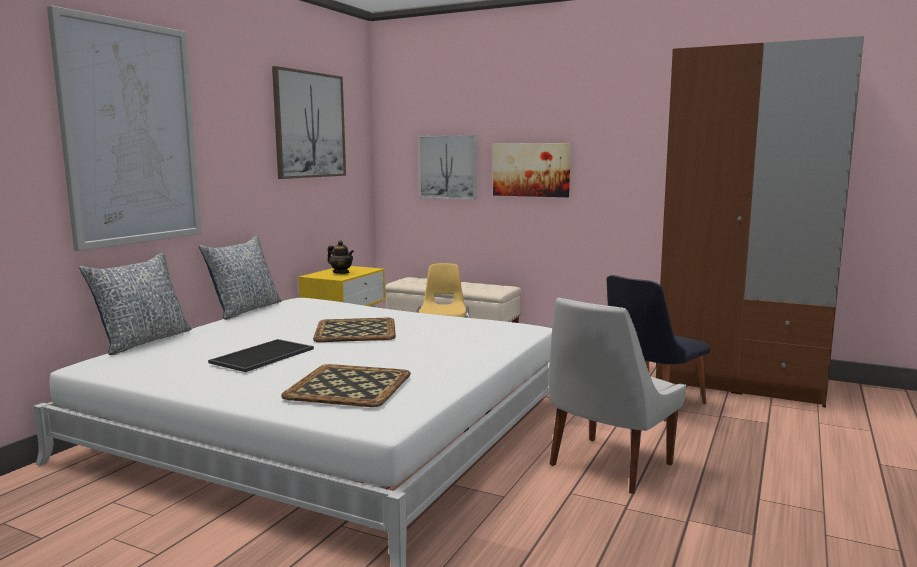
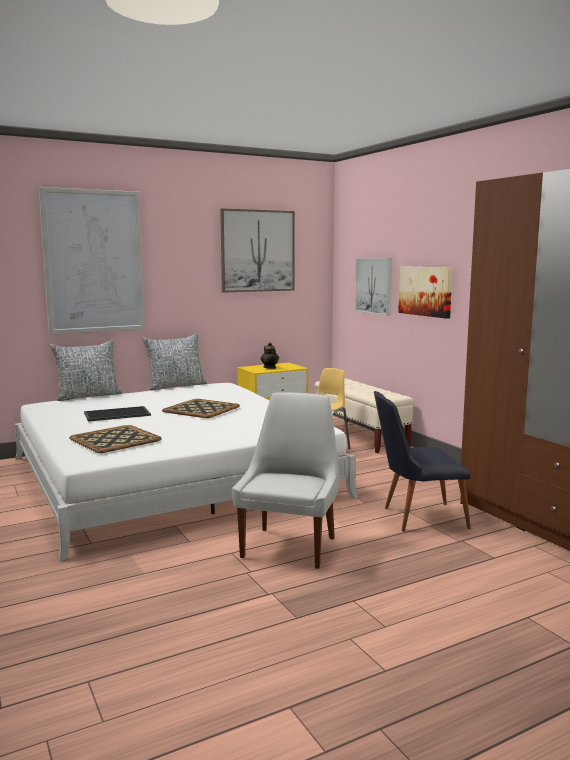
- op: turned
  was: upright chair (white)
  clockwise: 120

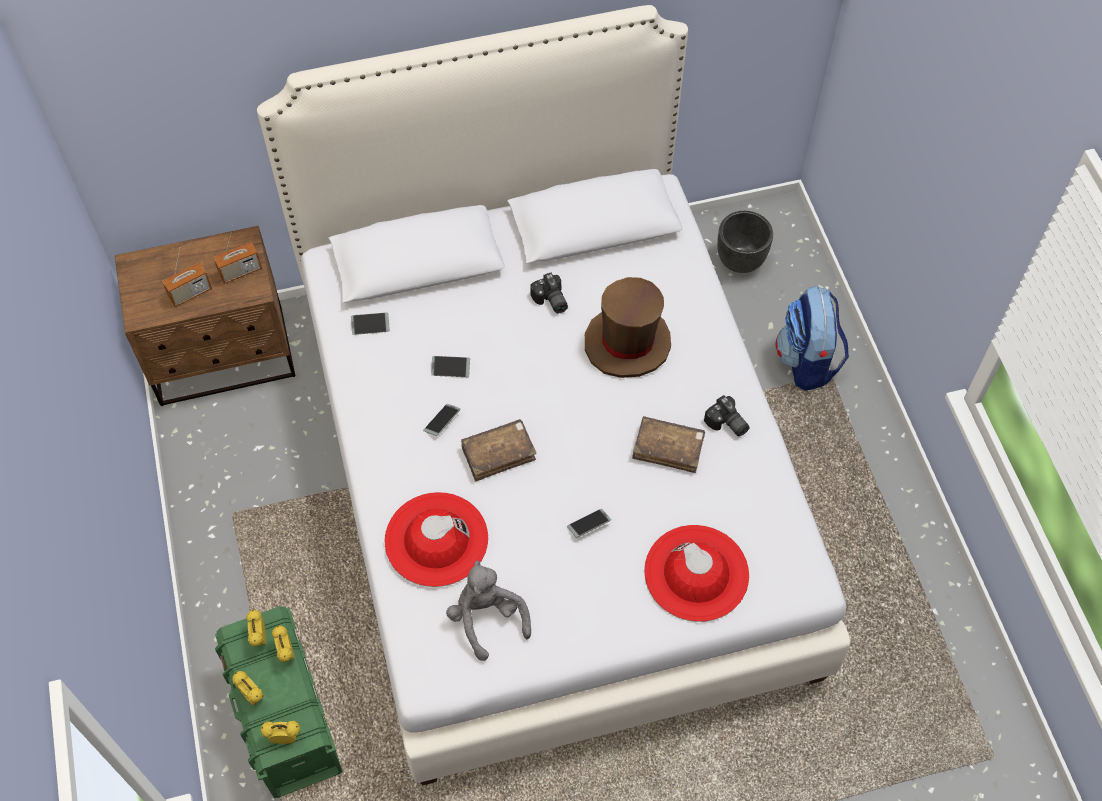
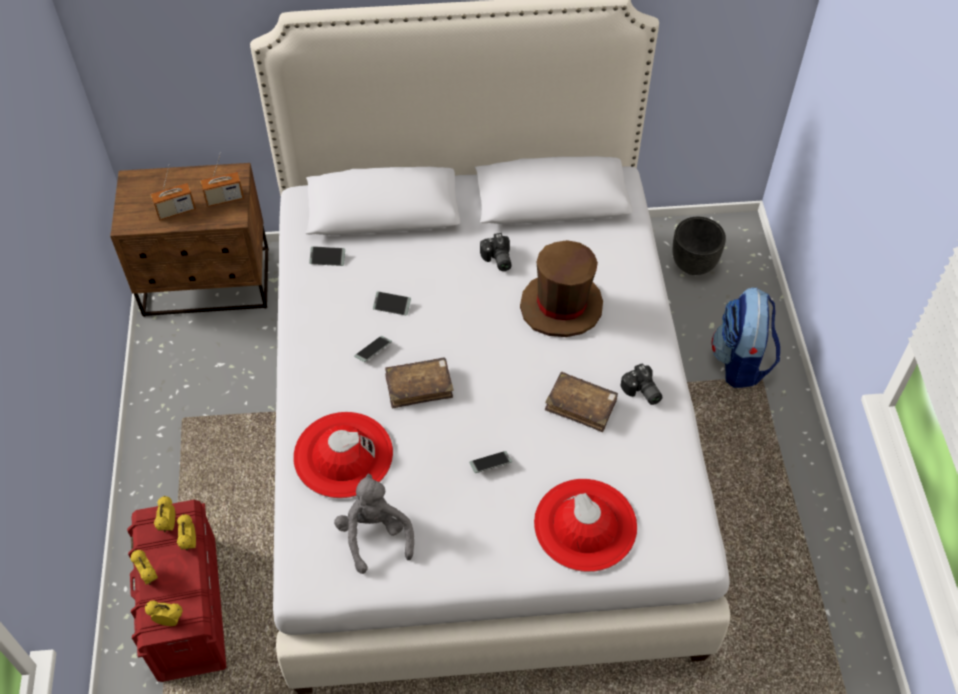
- op: recoloured
  was: storage container (greenish)
  now: storage container (red)

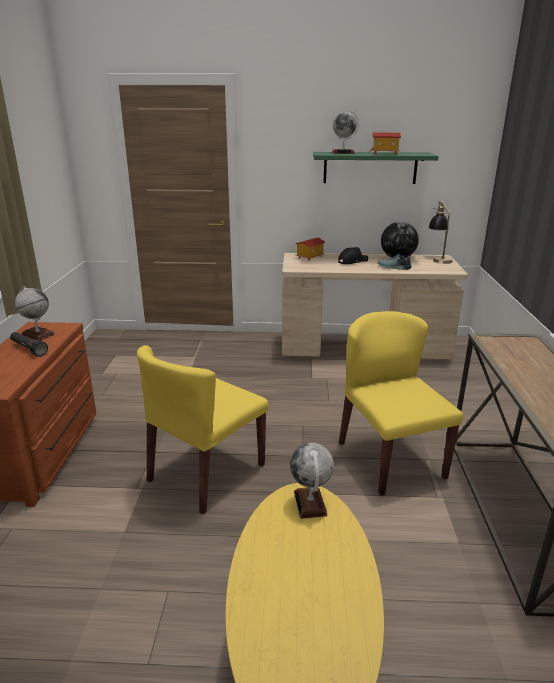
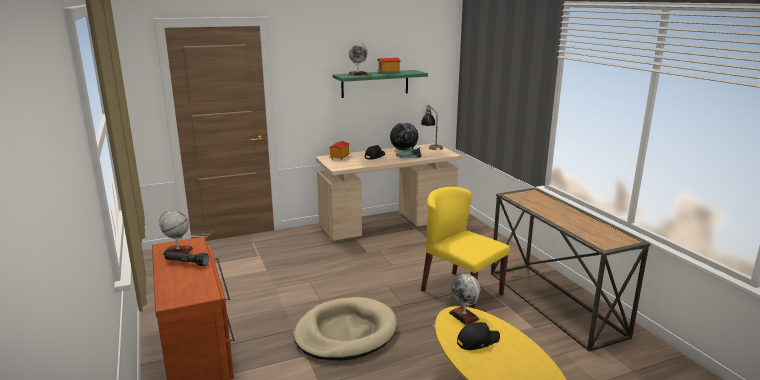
- op: added
  now: cap (black-coloured) (2nd from left)
- op: replaced
  was: upright chair (yellowish) (1st from left)
  now: pet bed (beige)

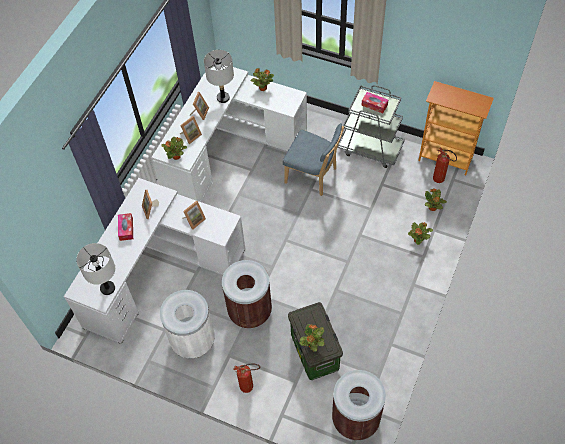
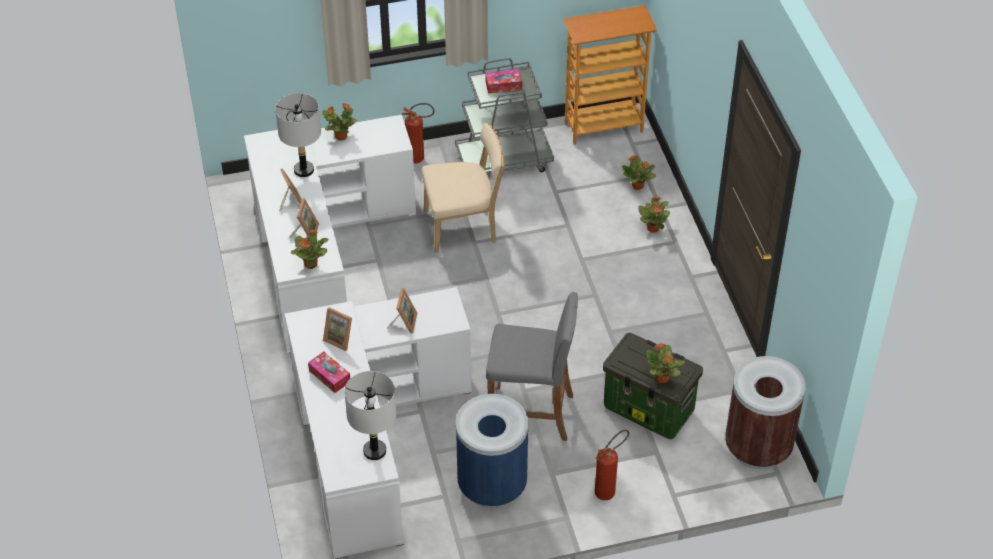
- op: moved
  was: fire extinguisher (2nd from left in the first image)
  now: fire extinguisher (1st from left)
- op: replaced
  was: waste bin (brownish) (1st from left)
  now: stool seat (greyish)
- op: recoloured
  was: waste bin (white)
  now: waste bin (bluish)
- op: recoloured
  was: upright chair (bluish)
  now: upright chair (beige)

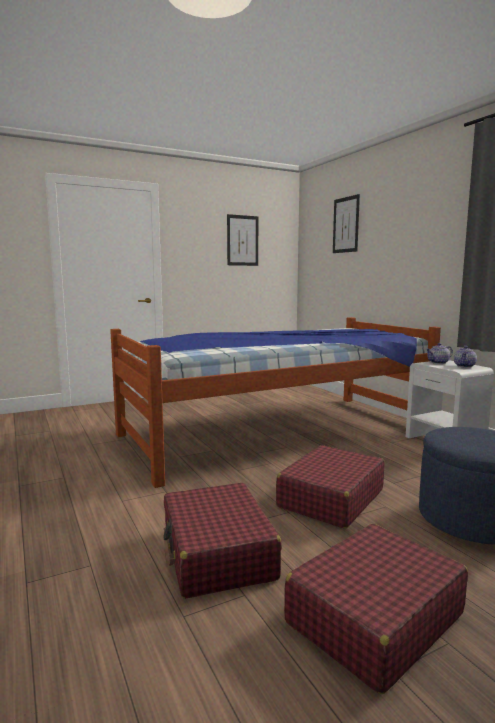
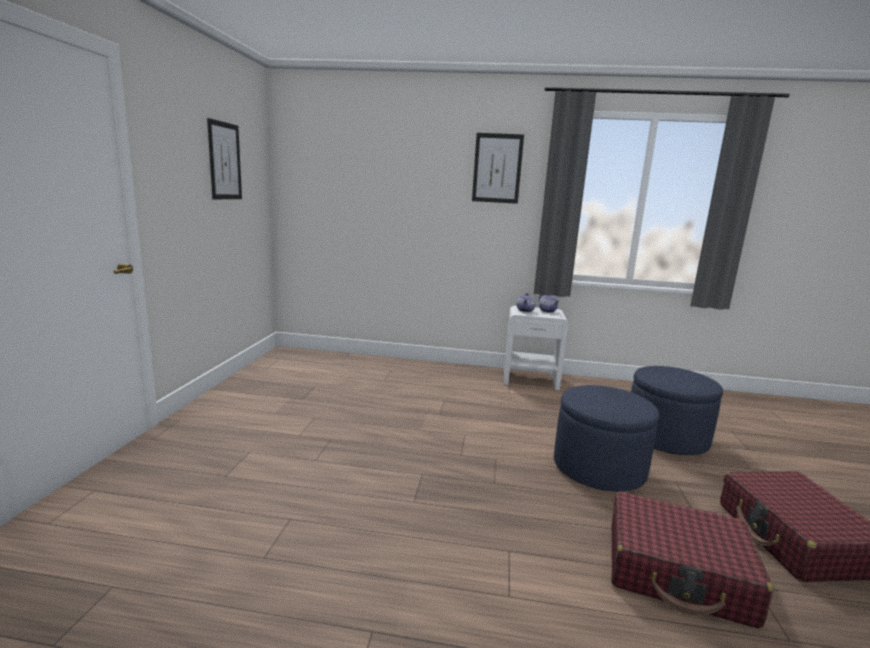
- op: removed
  was: bedroom bed
- op: moved
  was: wall art (2nd from left)
- op: replaced
  was: suitcase (red) (2nd from left)
  now: footrest (bluish) (1st from left)

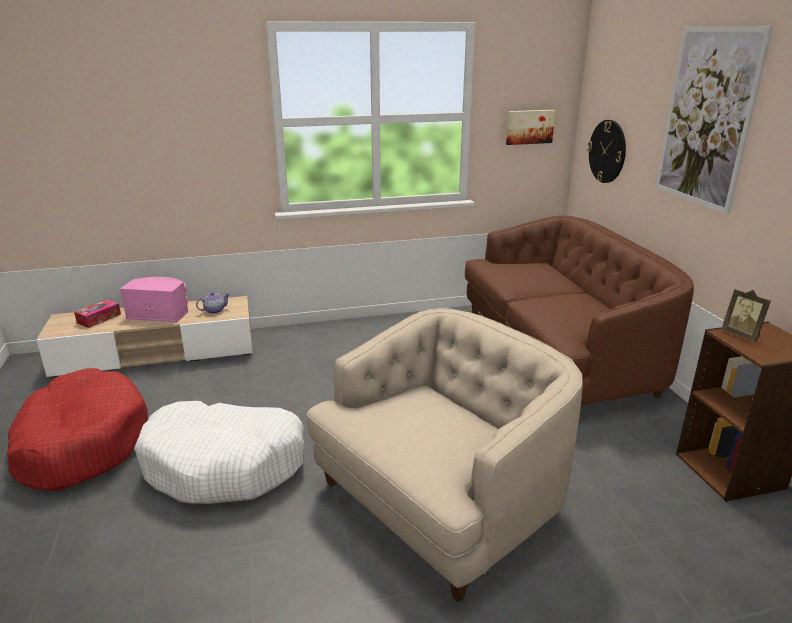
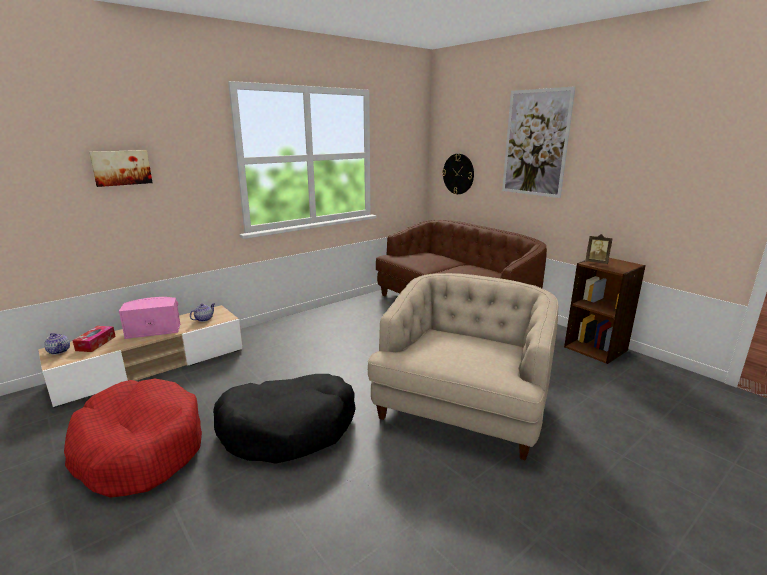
- op: added
  now: tea pot (1st from left)
- op: moved
  was: wall art (1st from left)
- op: recoloured
  was: pet bed (white)
  now: pet bed (black-coloured)

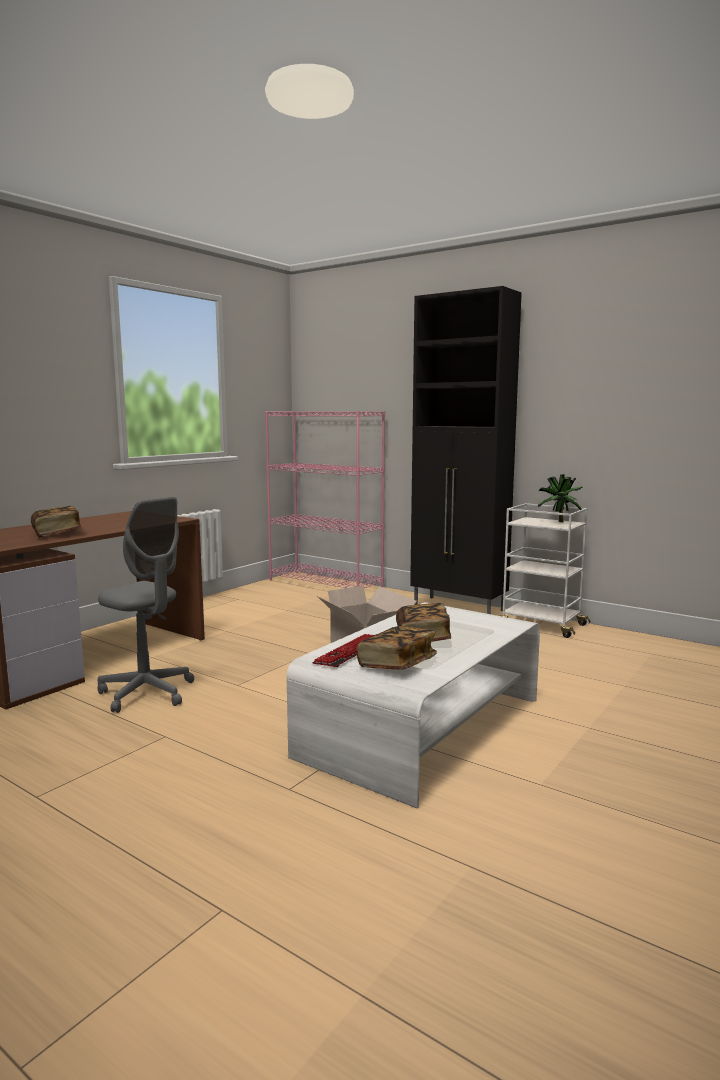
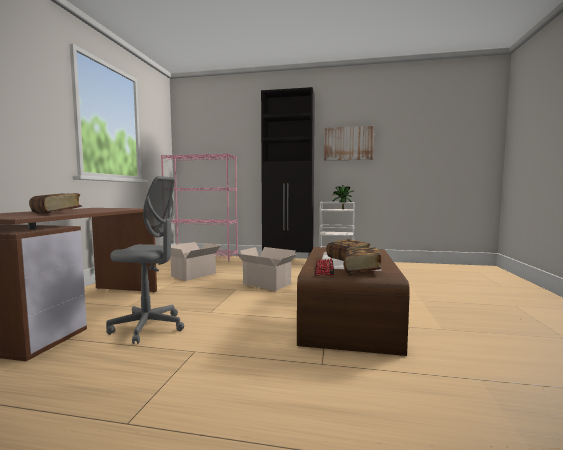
- op: added
  now: cardboard box (1st from left)
- op: added
  now: wall art
- op: recoloured
  was: low table (white)
  now: low table (brownish)

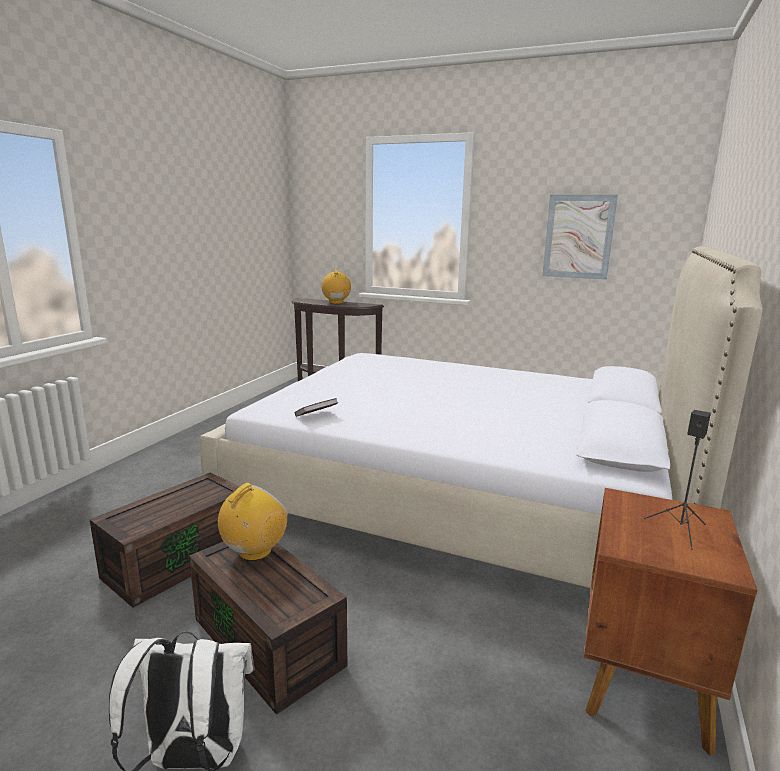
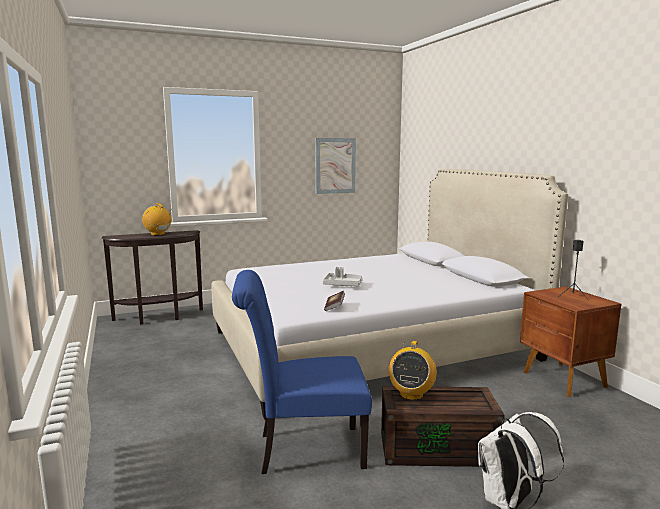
- op: added
  now: carrying tray (greyish)
- op: replaced
  was: storage container (brownish) (1st from left)
  now: upright chair (bluish)
- op: turned
  was: radio receiver (1st from left in the first image)
  clockwise: -150

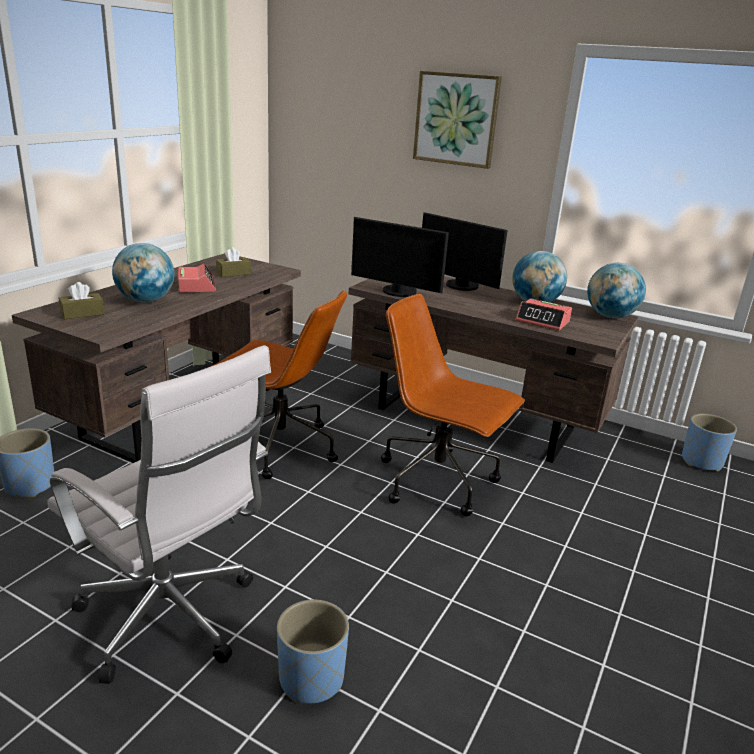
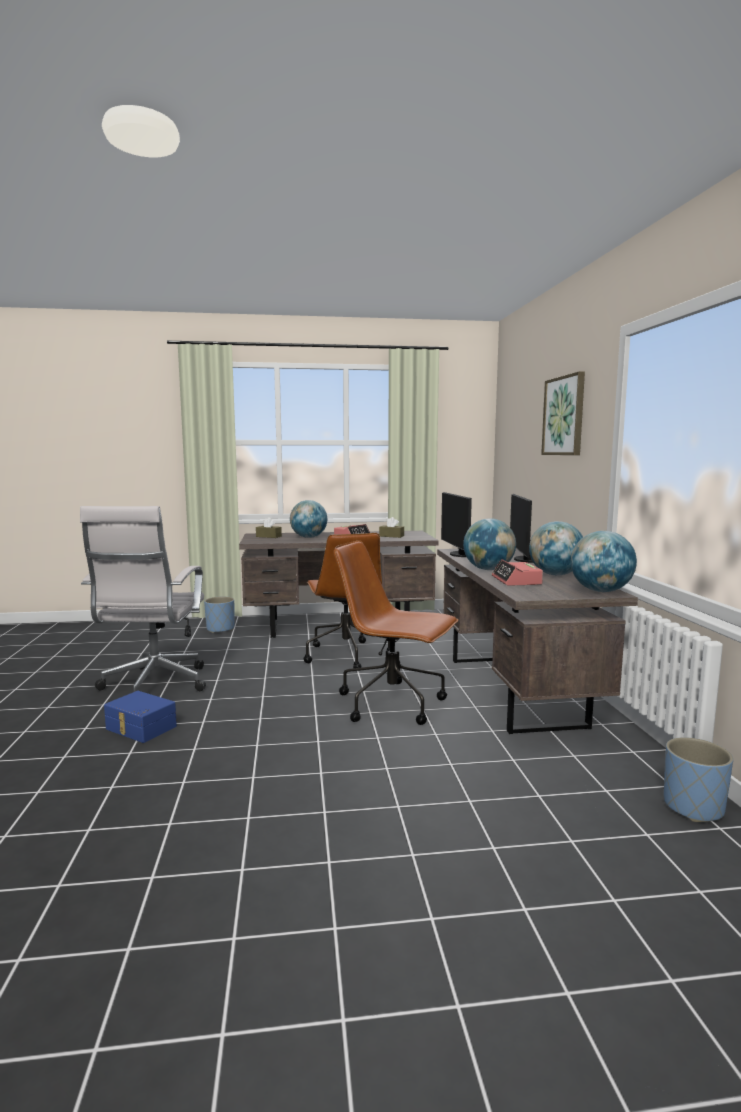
- op: added
  now: globe (2nd from left)
- op: replaced
  was: plant pot (bluish) (2nd from left)
  now: storage container (bluish)
- op: turned
  was: computer chair (brownish) (2nd from left)
  clockwise: -60

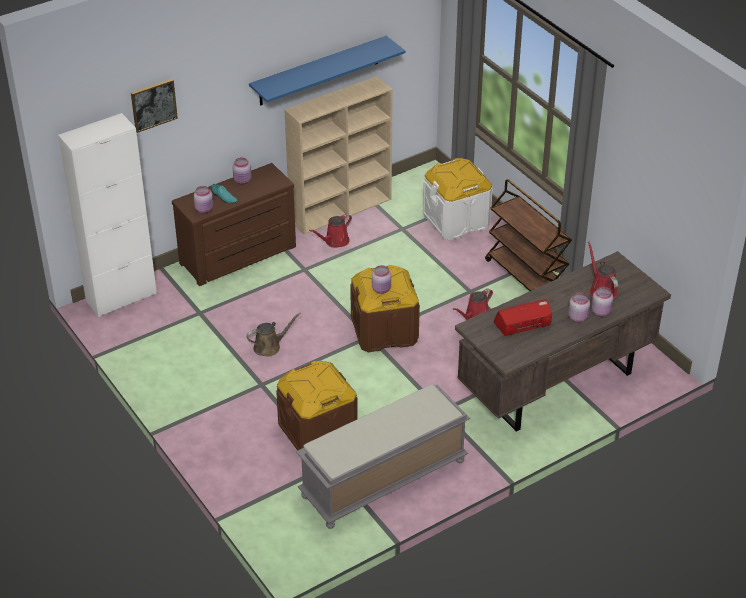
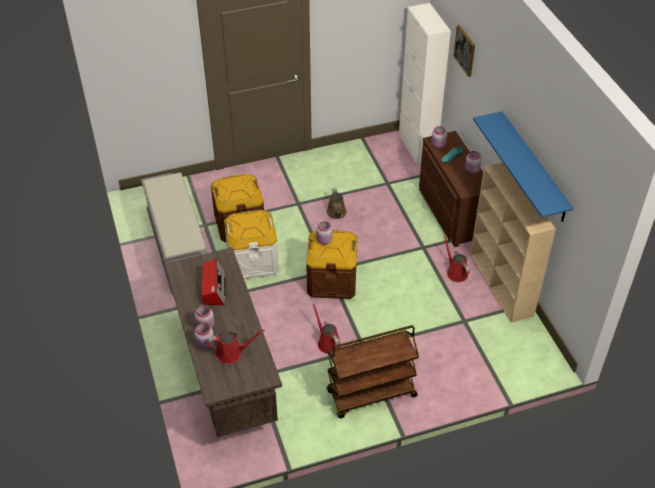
- op: moved
  was: storage container (white)

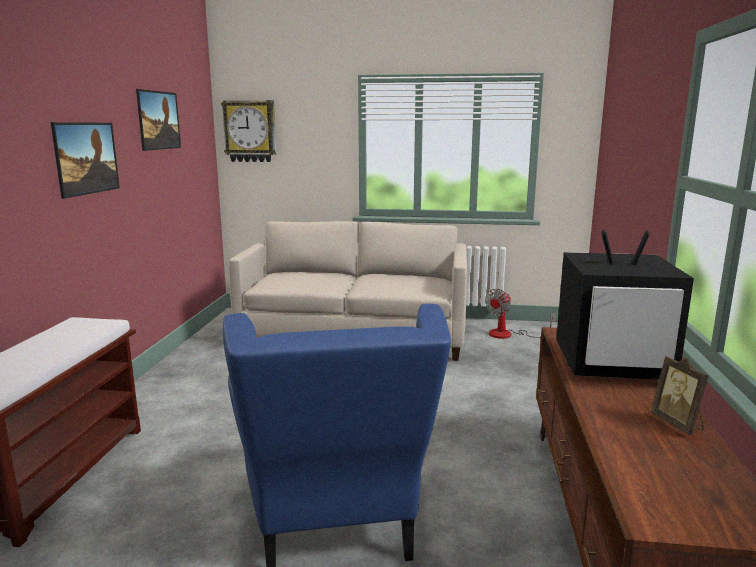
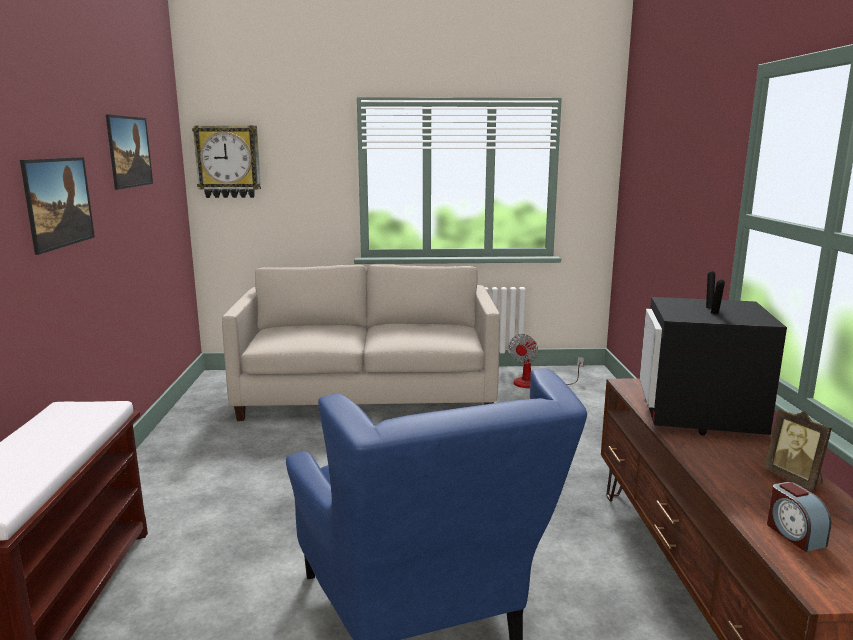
- op: added
  now: table clock
- op: turned
  was: TV set
  clockwise: 105

